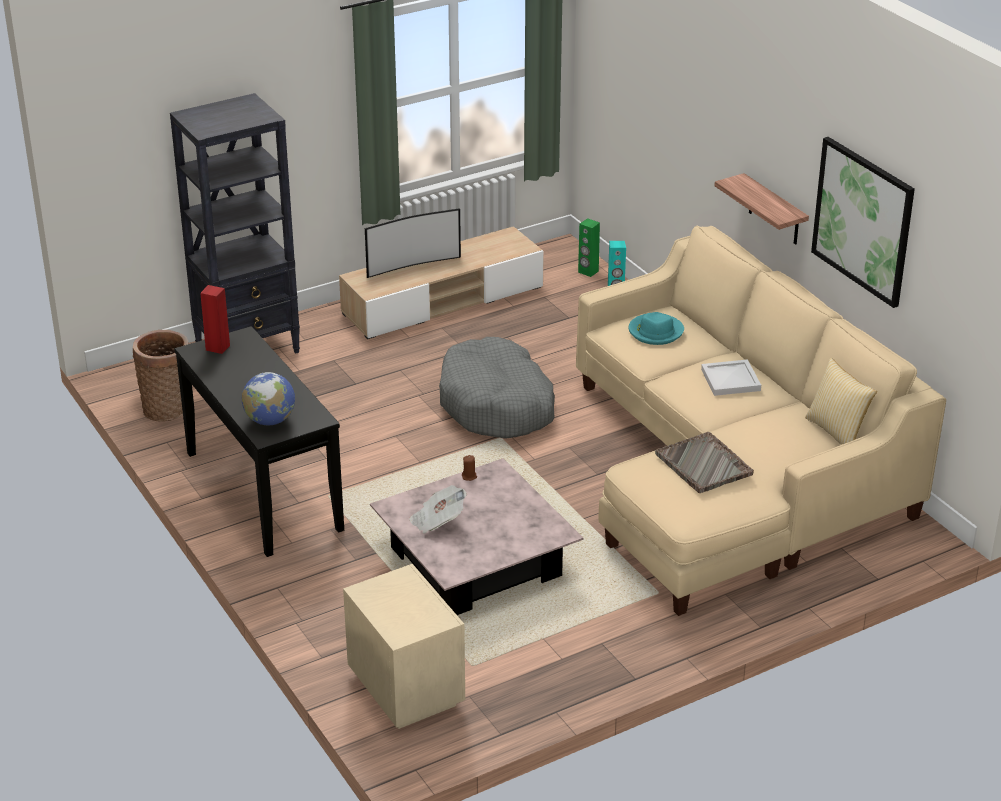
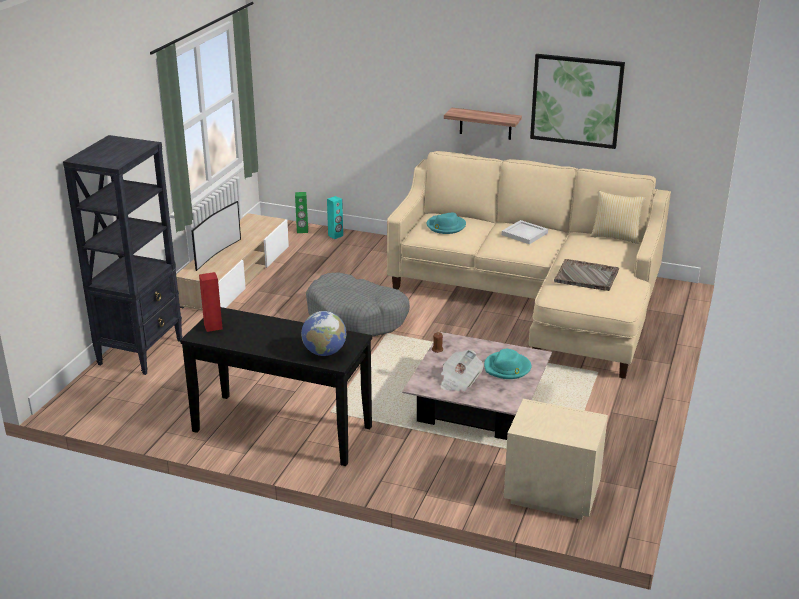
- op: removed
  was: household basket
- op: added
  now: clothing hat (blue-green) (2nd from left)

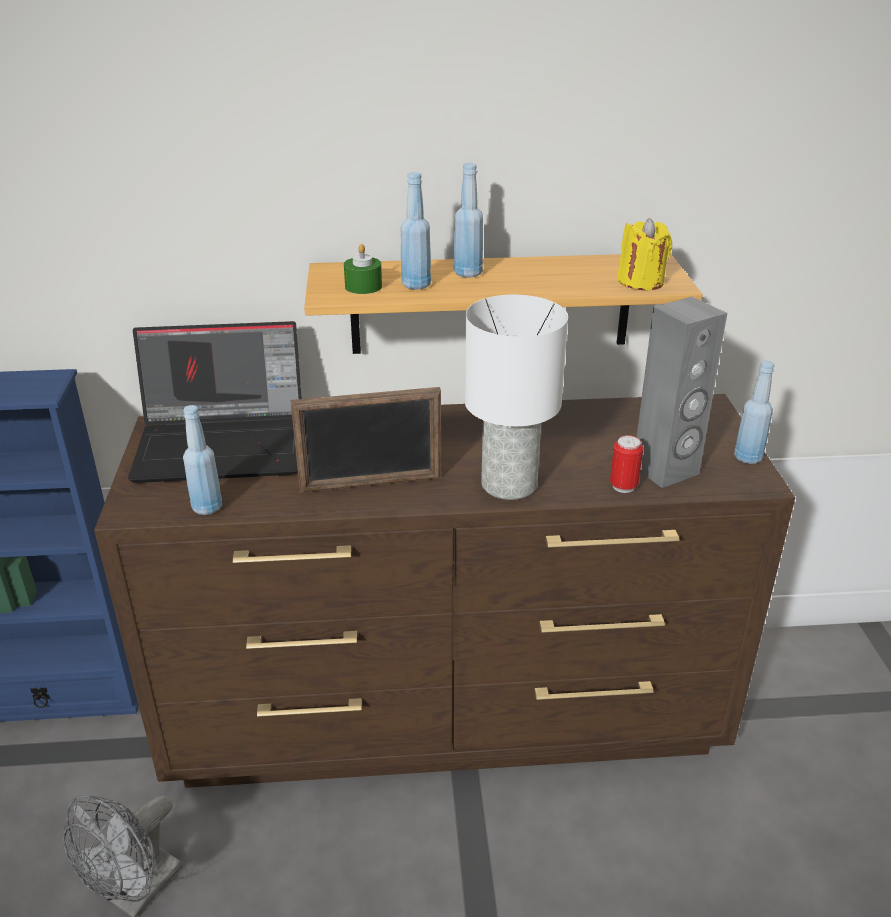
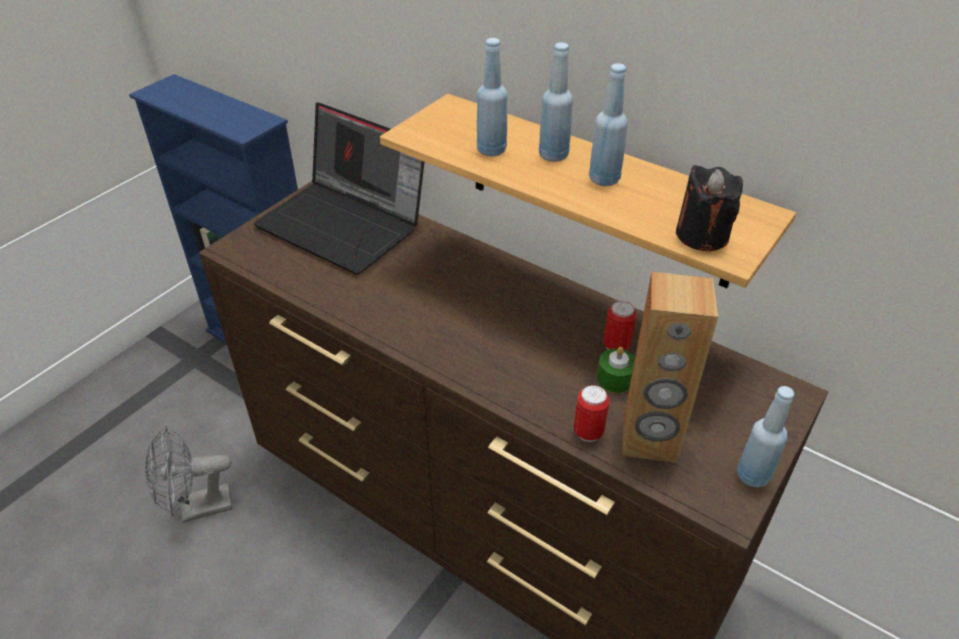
- op: removed
  was: photo frame
- op: removed
  was: lamp for a table (white)
- op: added
  now: sealed can (2nd from left)
- op: moved
  was: bottle (bluish) (1st from left in the first image)
  now: bottle (bluish) (3rd from left)
- op: moved
  was: wax candle (greenish)
- op: recoloured
  was: wax candle (yellowish)
  now: wax candle (black-coloured)
- op: recoloured
  was: audio speaker (greyish)
  now: audio speaker (brownish)

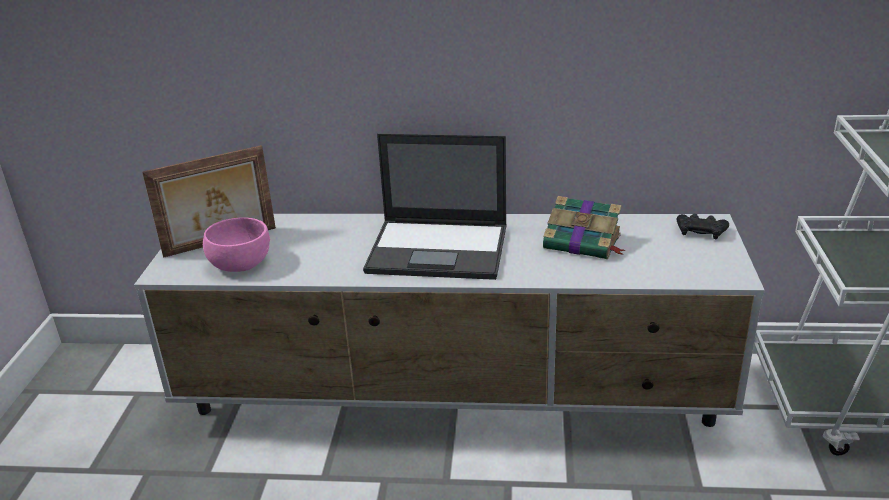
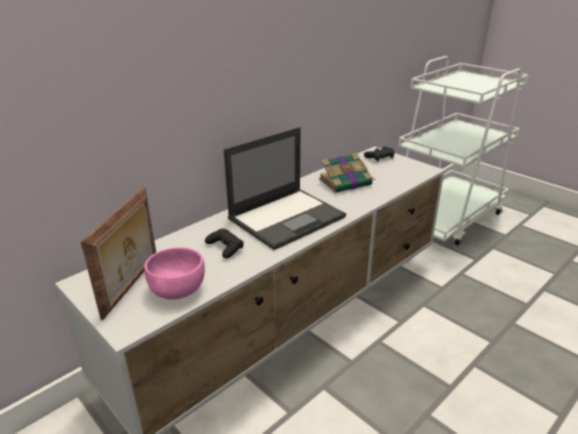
- op: added
  now: gamepad (black-coloured) (1st from left)

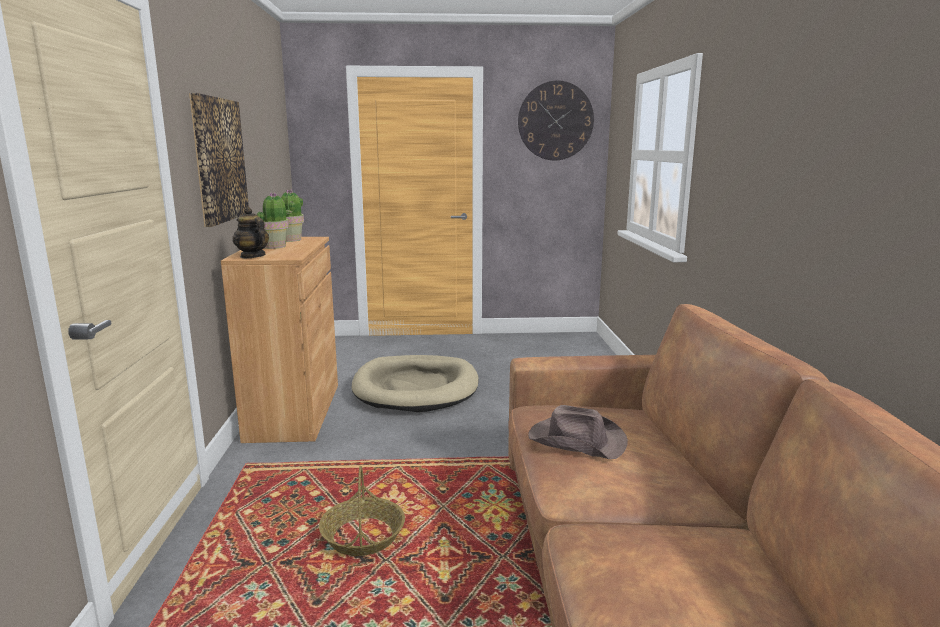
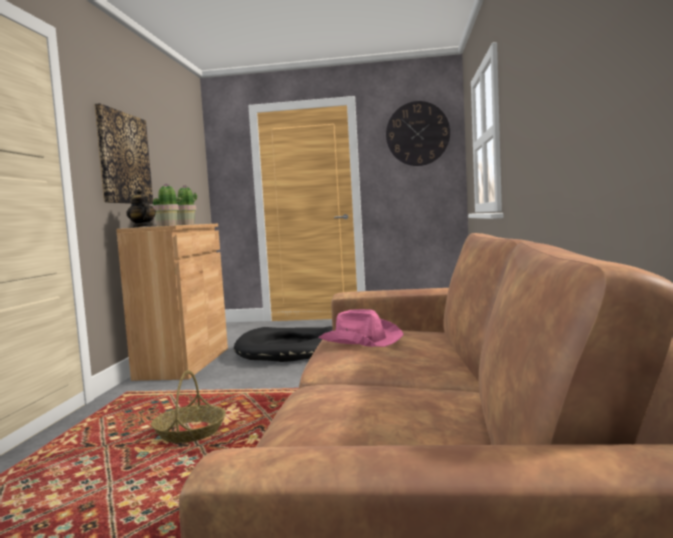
- op: recoloured
  was: pet bed (beige)
  now: pet bed (black-coloured)
- op: recoloured
  was: clothing hat (brownish)
  now: clothing hat (pinkish)

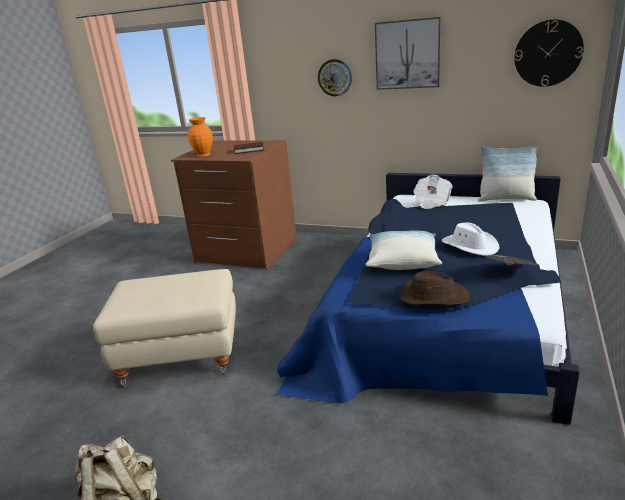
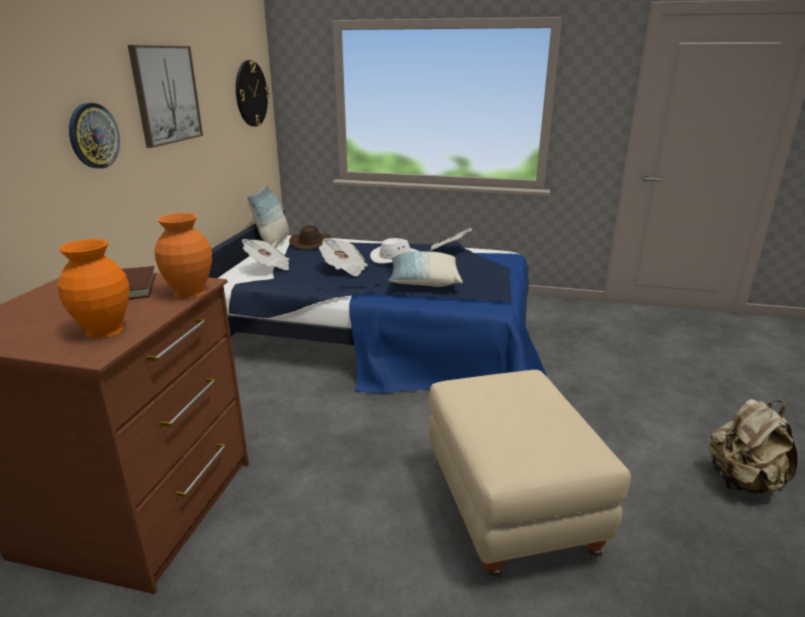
- op: added
  now: decorative vase (orange-coloured) (2nd from left)
- op: added
  now: printed paper (2nd from left)
- op: moved
  was: clothing hat (brownish)

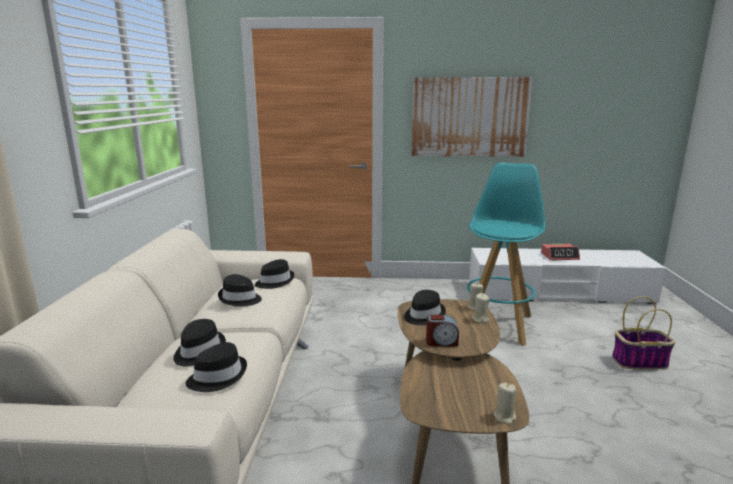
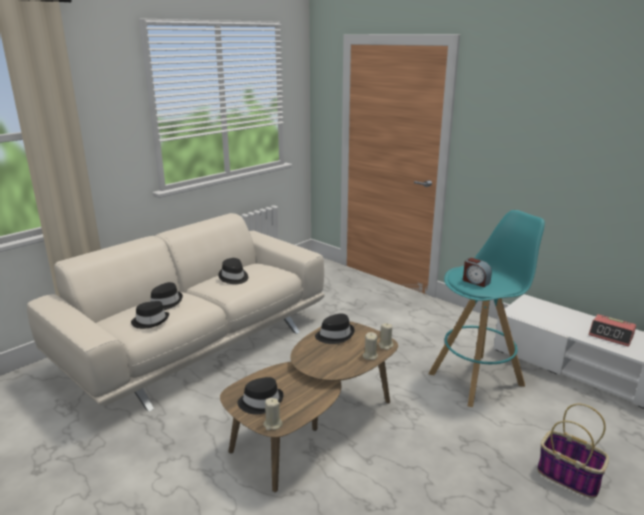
- op: removed
  was: wall art
- op: moved
  was: clothing hat (black-coloured) (4th from left)
- op: moved
  was: table clock (1st from left)

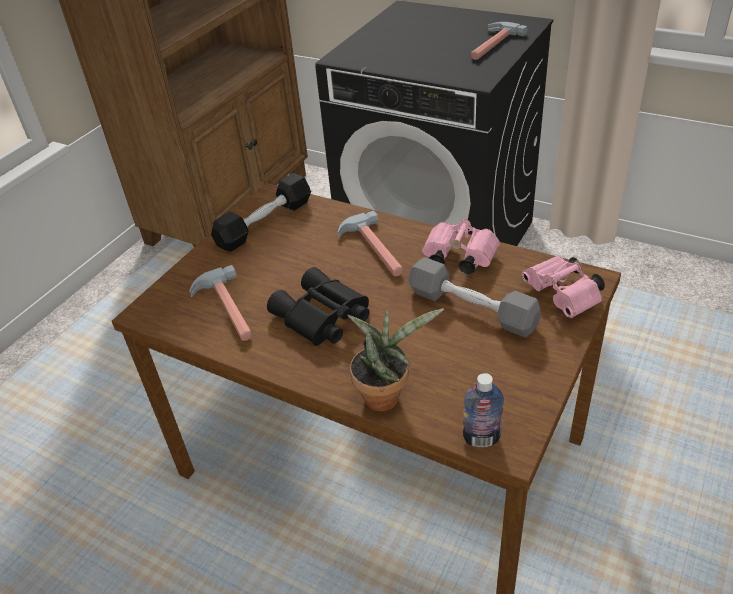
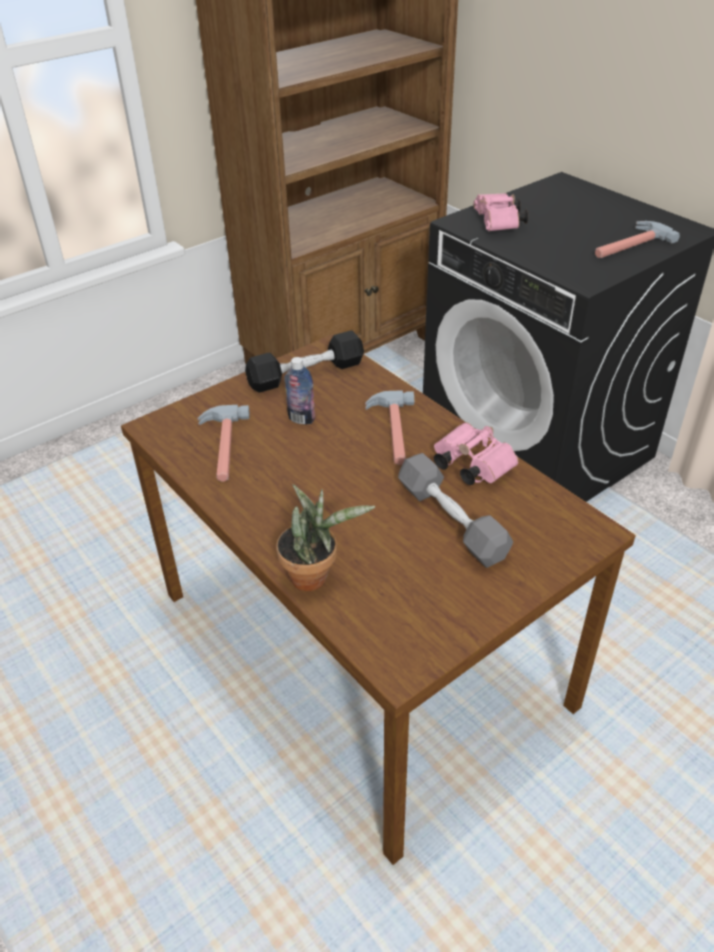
- op: removed
  was: binoculars (black-coloured)
- op: moved
  was: bottle
- op: moved
  was: binoculars (pinkish) (2nd from left)

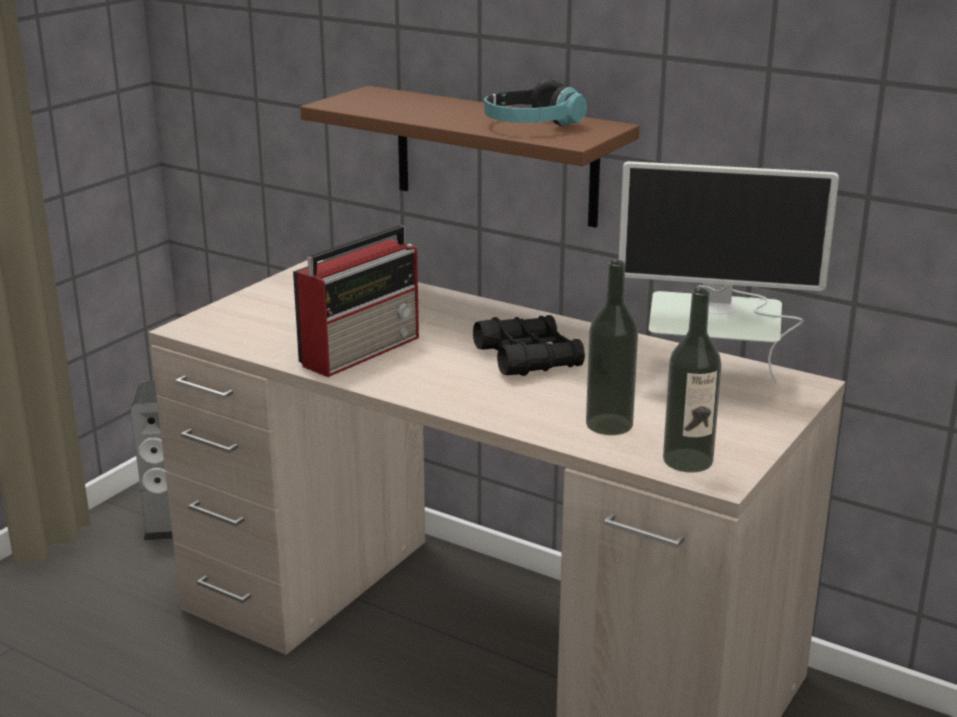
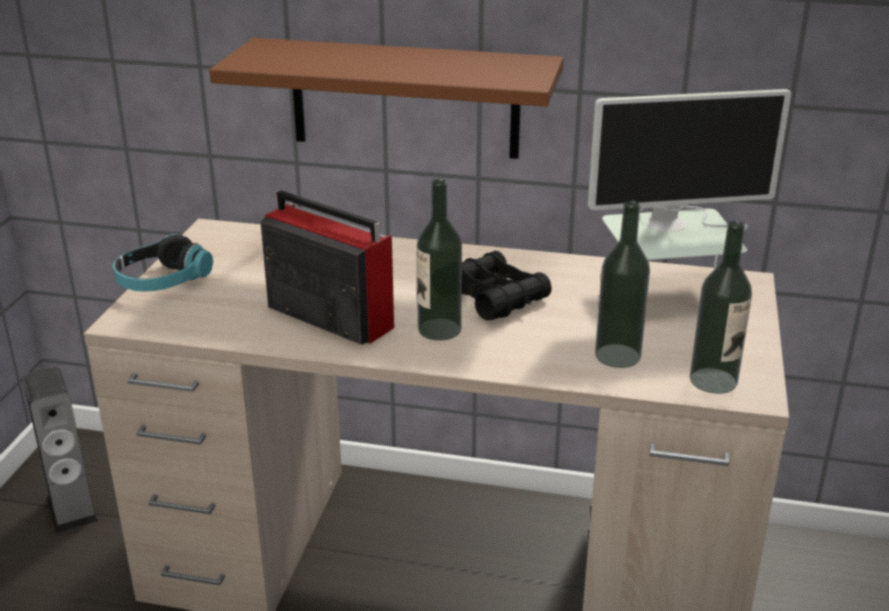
- op: added
  now: bottle (1st from left)
- op: moved
  was: pair of headphones
- op: turned
  was: radio receiver
  clockwise: -75

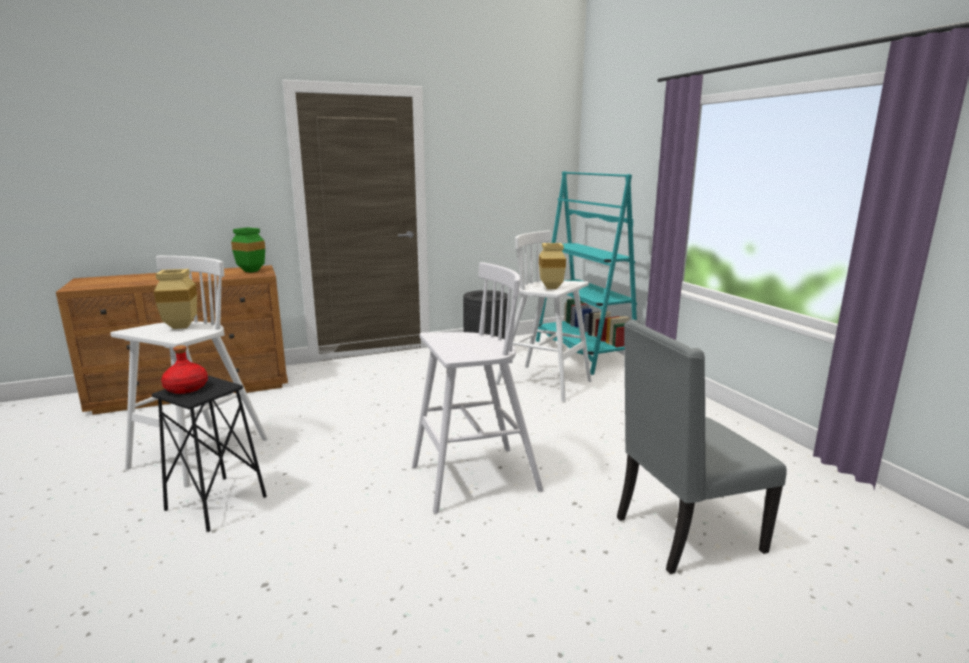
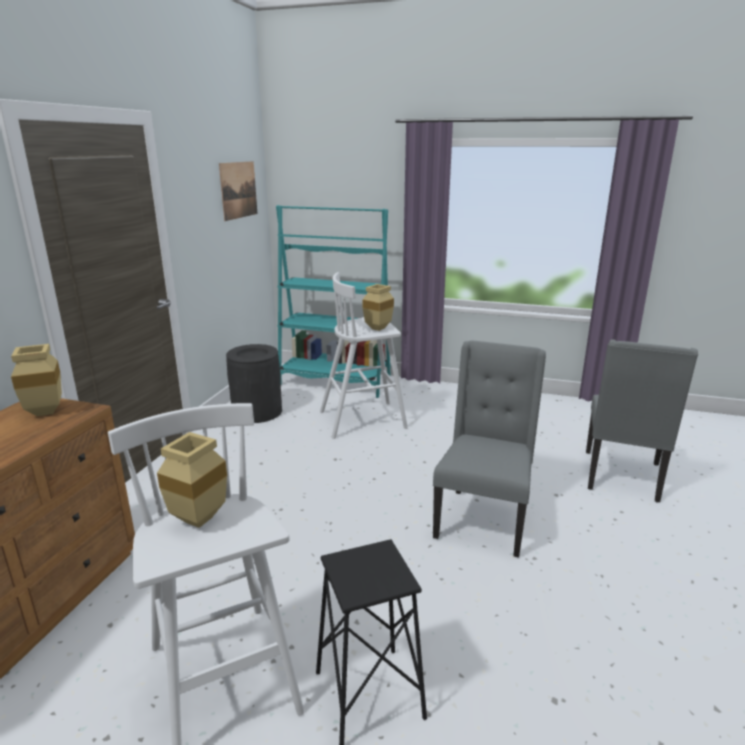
- op: removed
  was: bottle (red)
- op: added
  now: wall art
- op: replaced
  was: stool seat (white) (2nd from left)
  now: upright chair (greyish) (1st from left)
- op: recoloured
  was: decorative vase (greenish)
  now: decorative vase (beige) (1st from left)

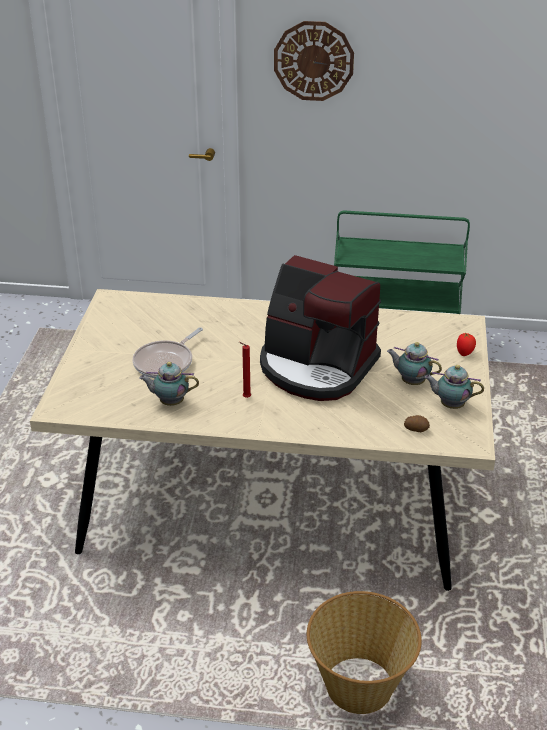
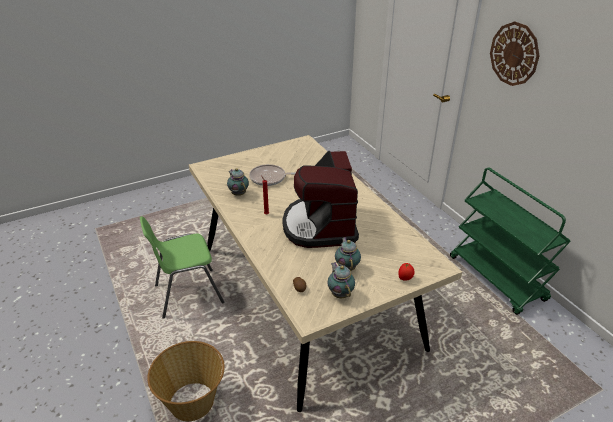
- op: added
  now: upright chair (greenish)

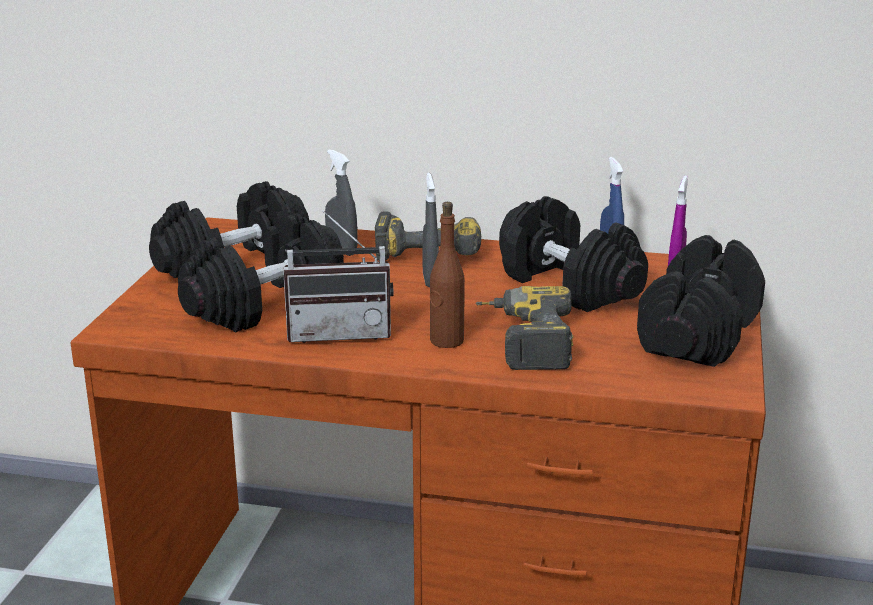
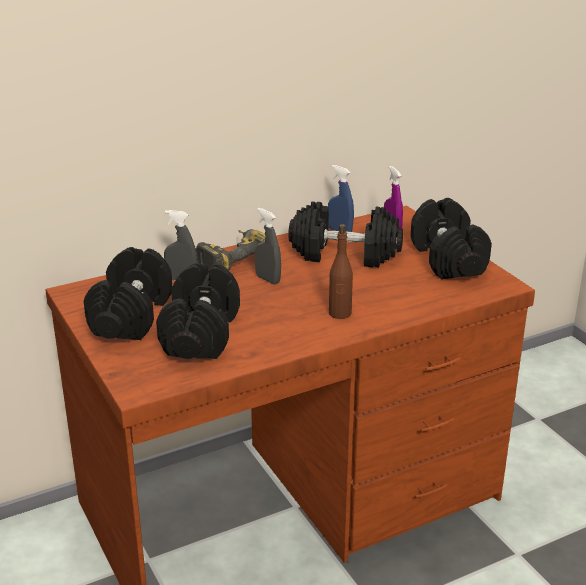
- op: removed
  was: radio receiver
- op: removed
  was: power drill (2nd from left)

